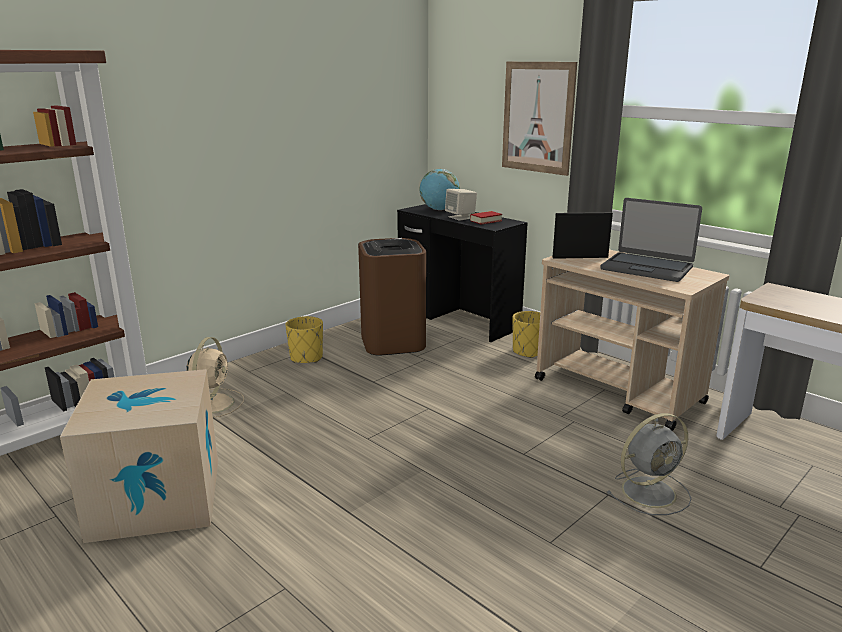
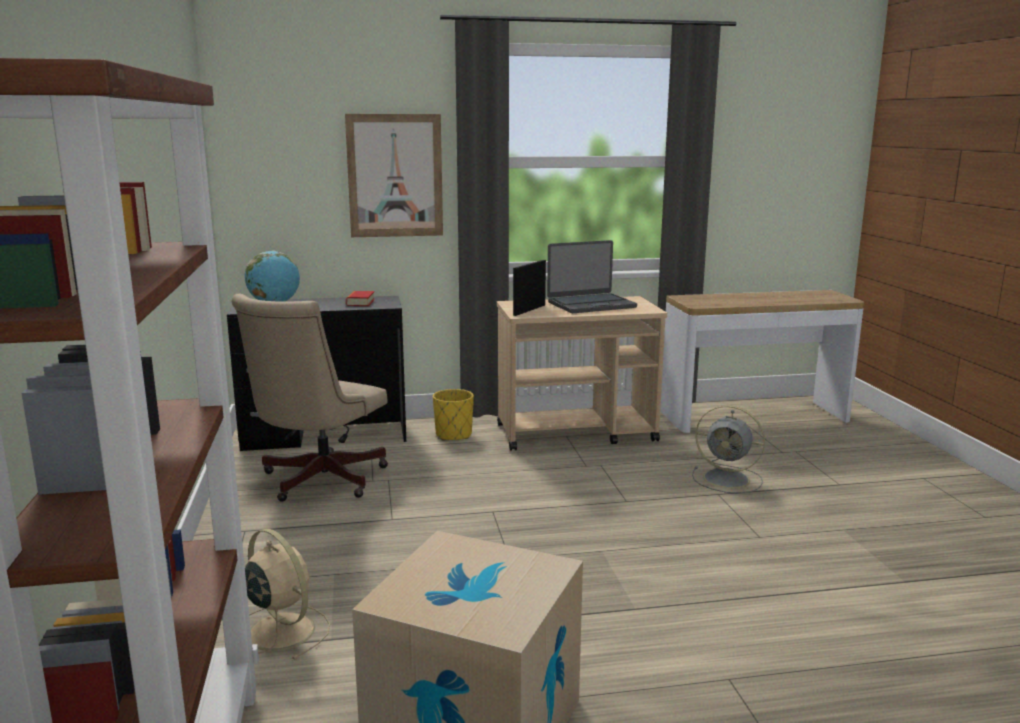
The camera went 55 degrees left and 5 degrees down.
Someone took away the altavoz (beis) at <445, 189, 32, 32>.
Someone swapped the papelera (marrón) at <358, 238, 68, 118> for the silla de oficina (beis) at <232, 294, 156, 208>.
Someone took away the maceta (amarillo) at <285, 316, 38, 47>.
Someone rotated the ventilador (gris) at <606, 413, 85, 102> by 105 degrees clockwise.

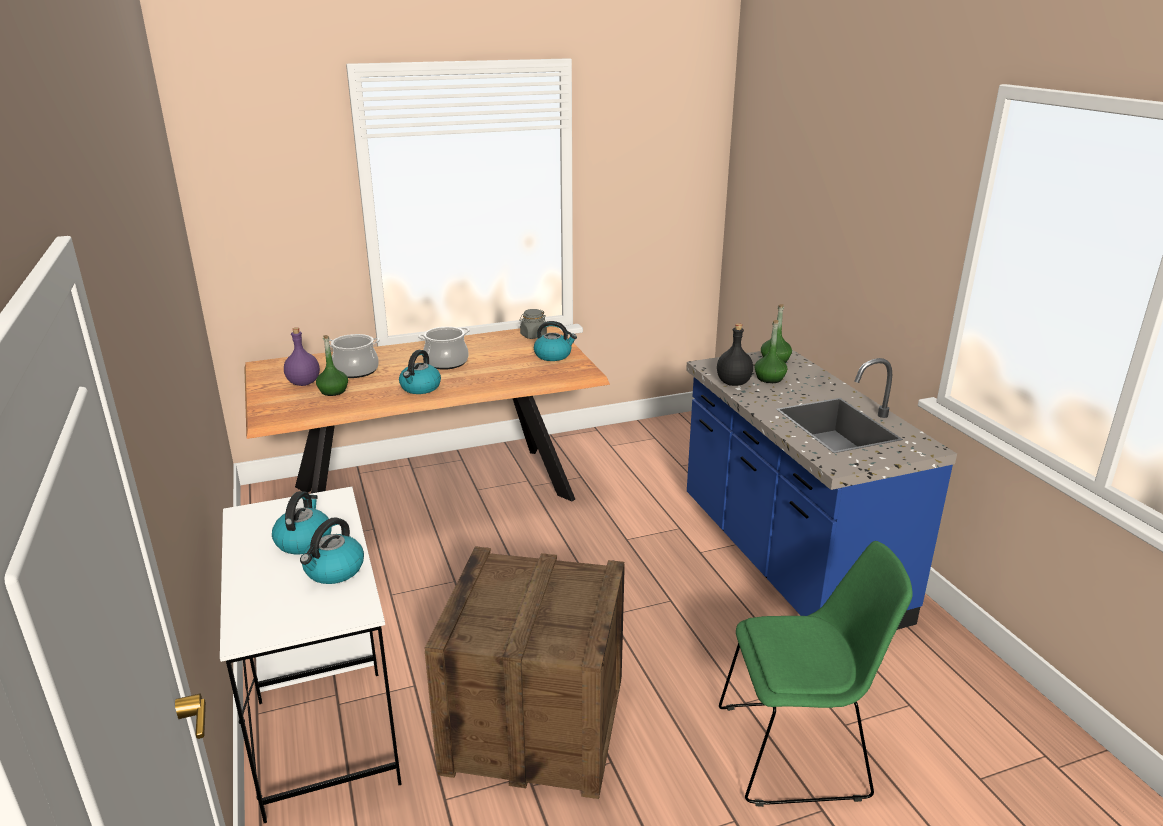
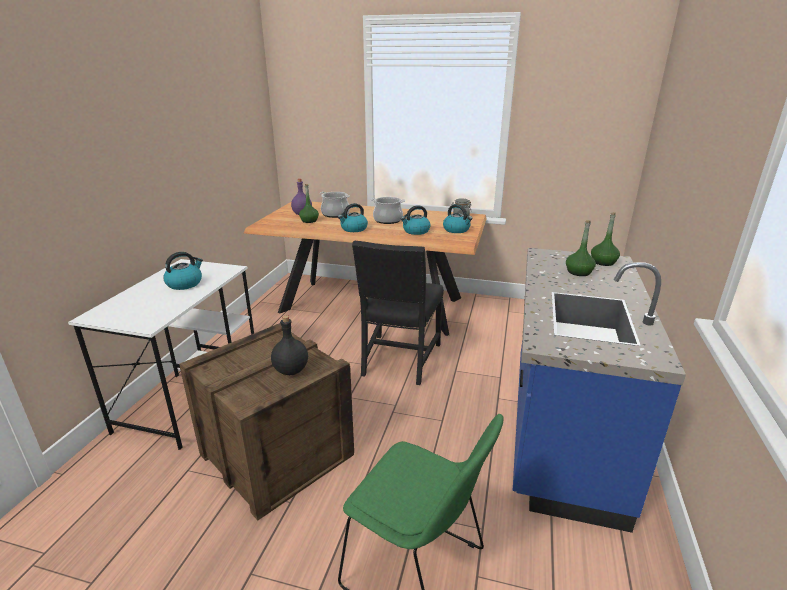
The camera went 35 degrees right and 0 degrees up.
Someone carried the botella (negro) from <717, 323, 36, 63> to <271, 315, 37, 60>.
Someone carried the hervidor from <300, 517, 64, 67> to <401, 205, 30, 30>.
Someone put down the silla (negro) at <352, 241, 92, 144>.

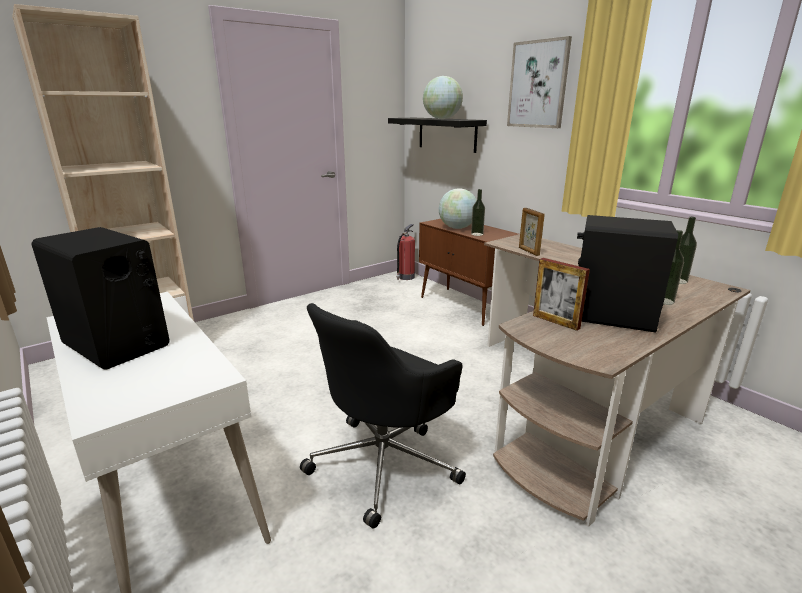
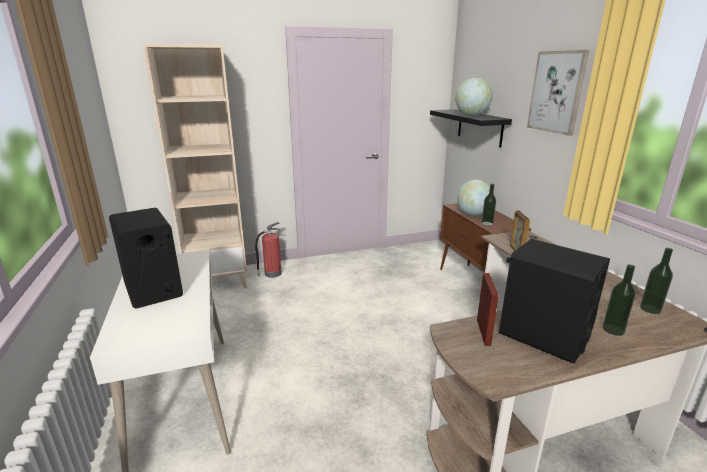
The camera went 20 degrees right and 0 degrees up.
Someone carried the extintor from <396, 224, 19, 56> to <255, 222, 27, 56>.
Someone rotated the portarretratos at <533, 258, 57, 73> by 150 degrees counterclockwise.
Someone took away the silla de oficina (negro) at <300, 303, 166, 226>.

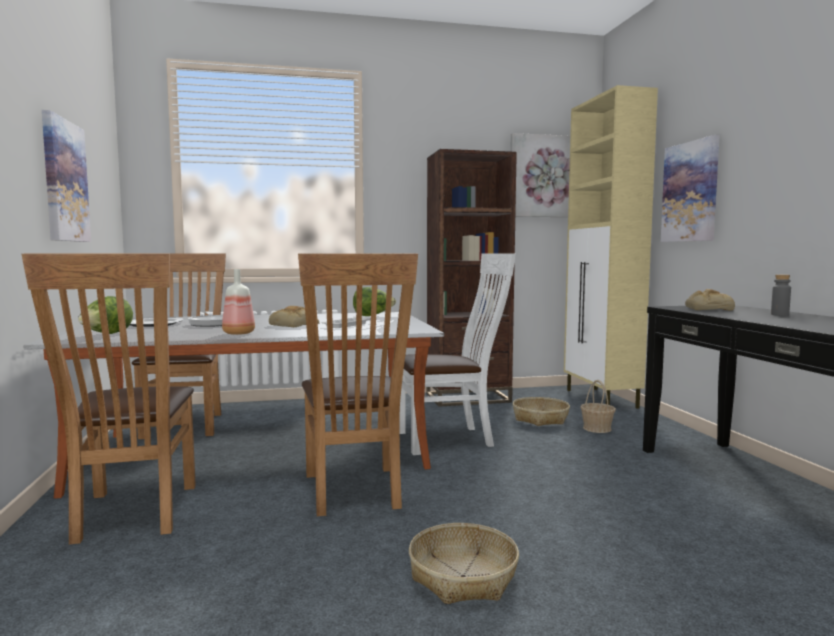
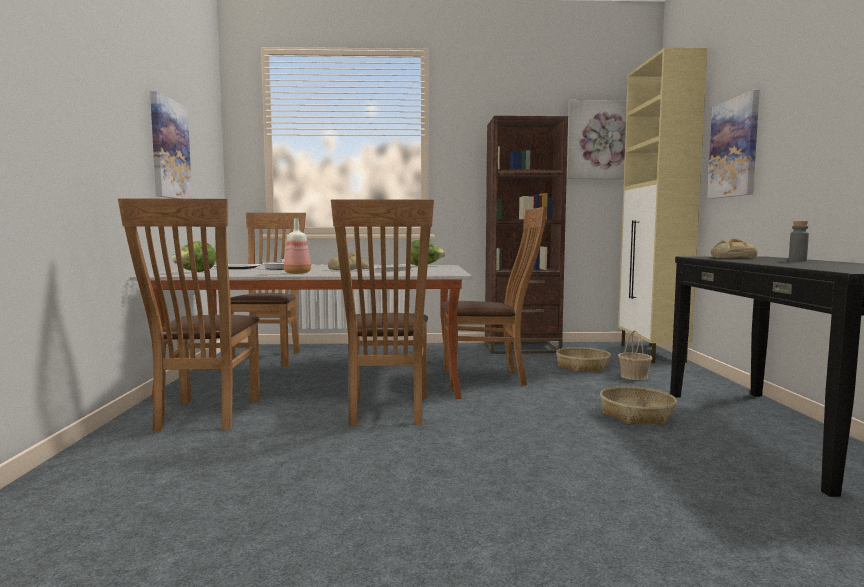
The camera went 10 degrees right and 0 degrees up.
Someone repainted the silla (blanco) at <400, 253, 116, 202>, which became the silla (marrón) at <441, 207, 106, 181>.
Someone carried the cesta from <409, 523, 110, 81> to <600, 386, 77, 39>.

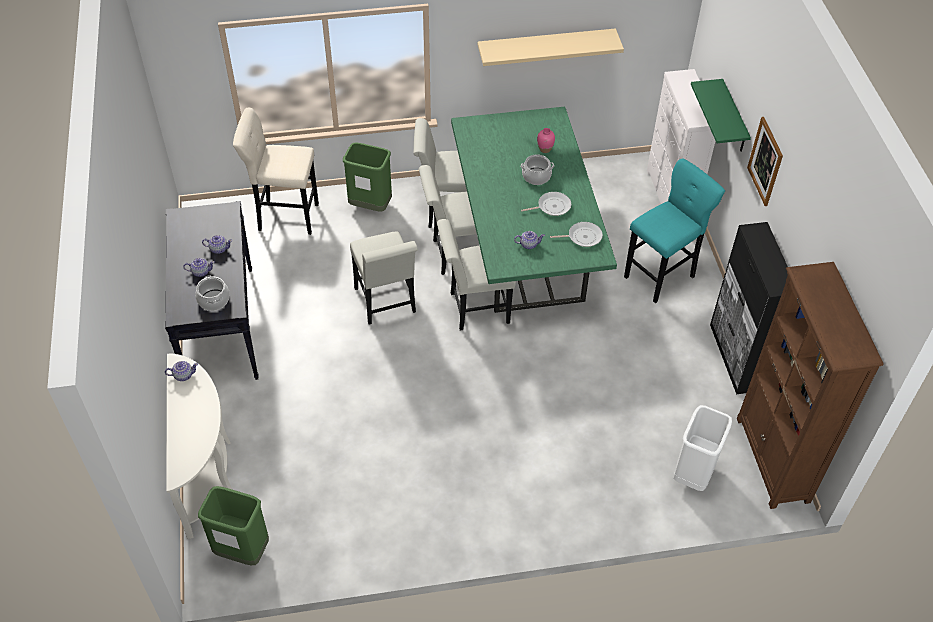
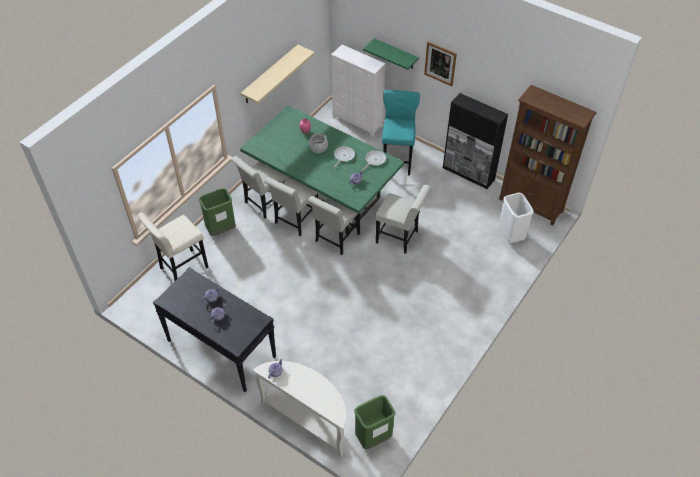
The camera went 45 degrees left and 0 degrees up.
Someone carried the silla (blanco) from <350, 232, 68, 92> to <375, 185, 56, 69>.
Someone took away the olla at <195, 275, 35, 36>.

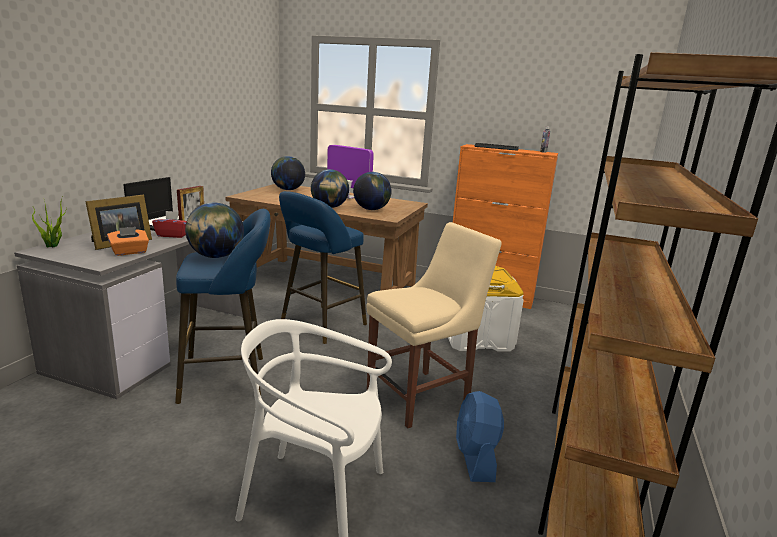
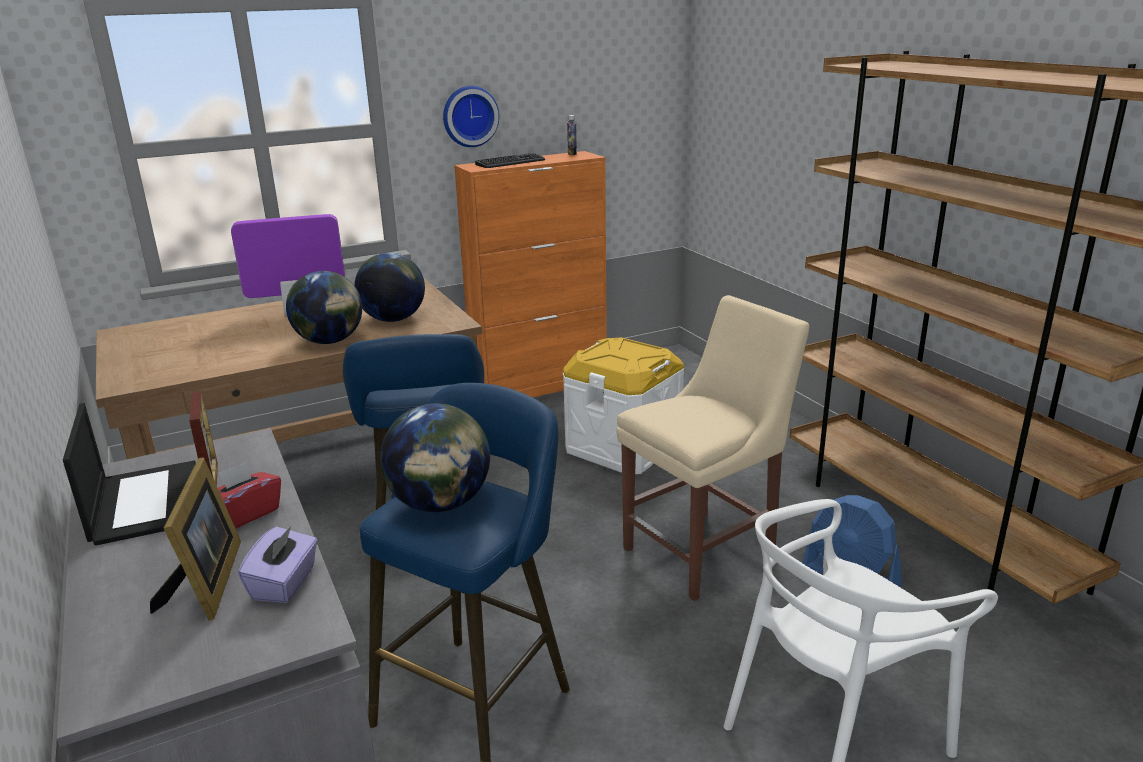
The camera went 45 degrees left and 5 degrees up.
Someone took away the globo terráqueo at <271, 156, 34, 34>.
Someone took away the planta en maceta at <32, 197, 35, 51>.
Someone rotated the silla (beis) at <367, 222, 135, 206> by 45 degrees clockwise.
Someone repainted the caja de pañuelos (naranja) at <107, 227, 42, 29>, which became the caja de pañuelos (morado) at <238, 525, 80, 78>.
Someone put up the reloj de pared at <443, 86, 56, 61>.

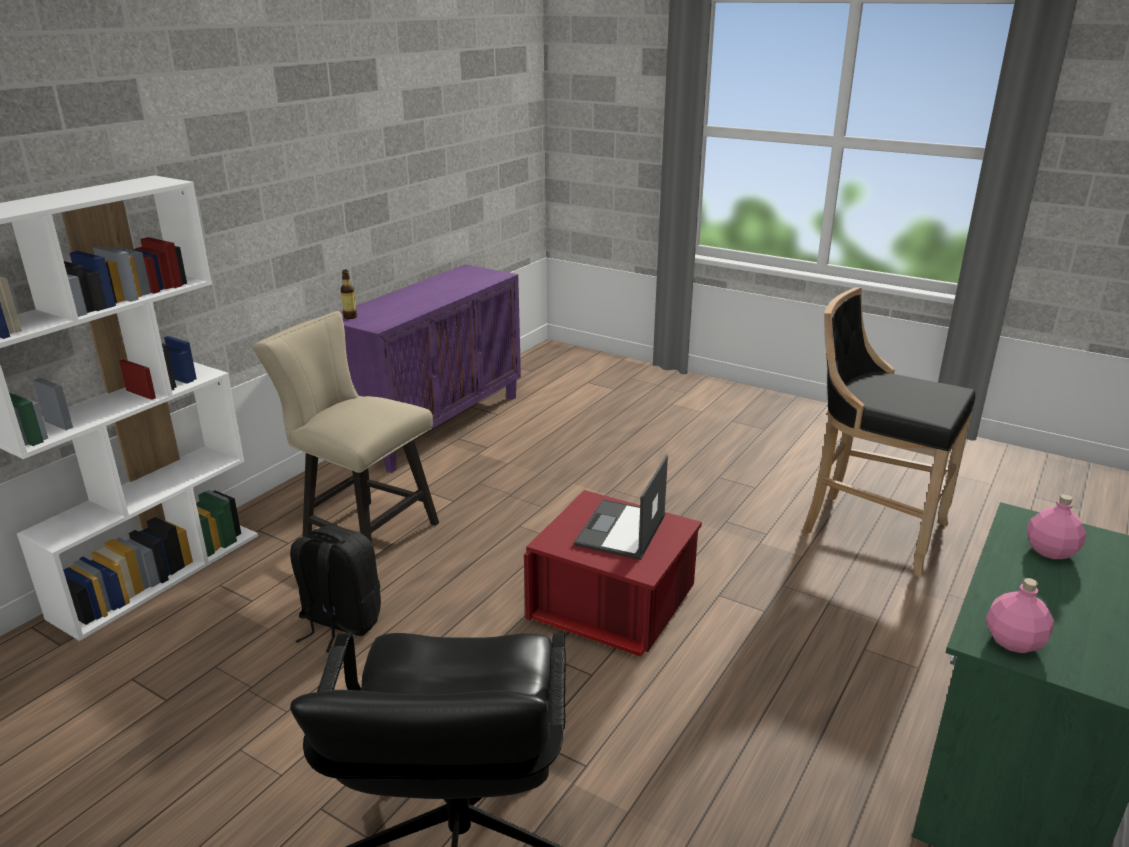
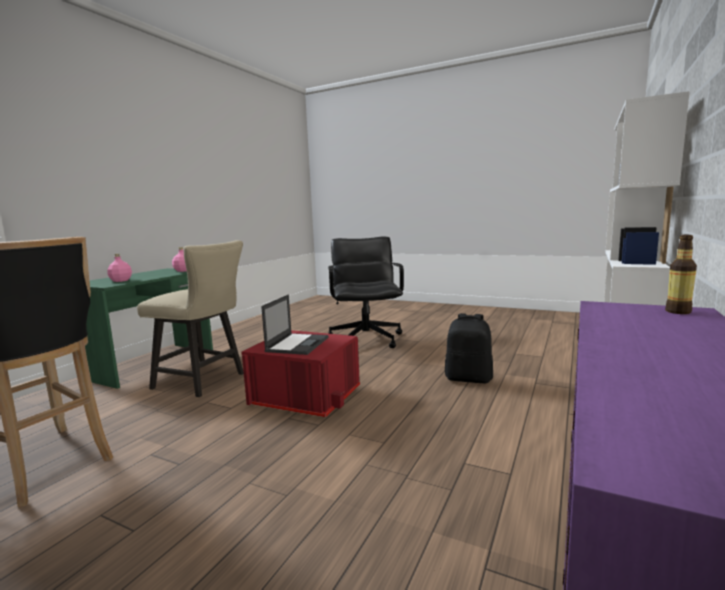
The camera went 175 degrees right and 15 degrees down.
Someone carried the silla (beis) from <253, 311, 186, 232> to <137, 240, 107, 157>.

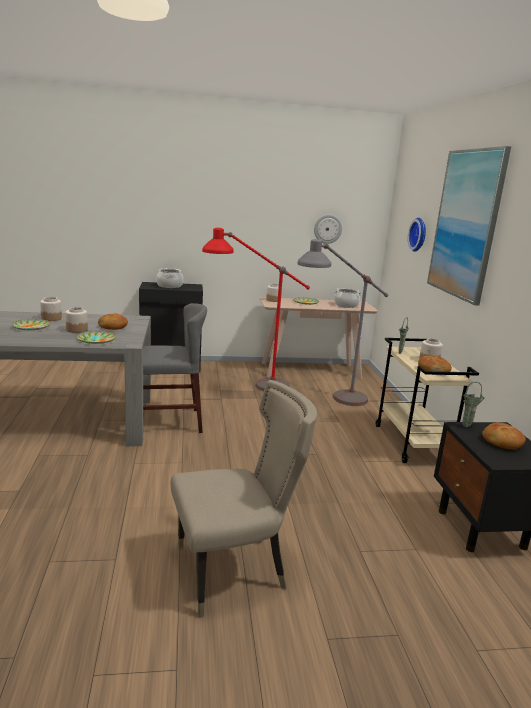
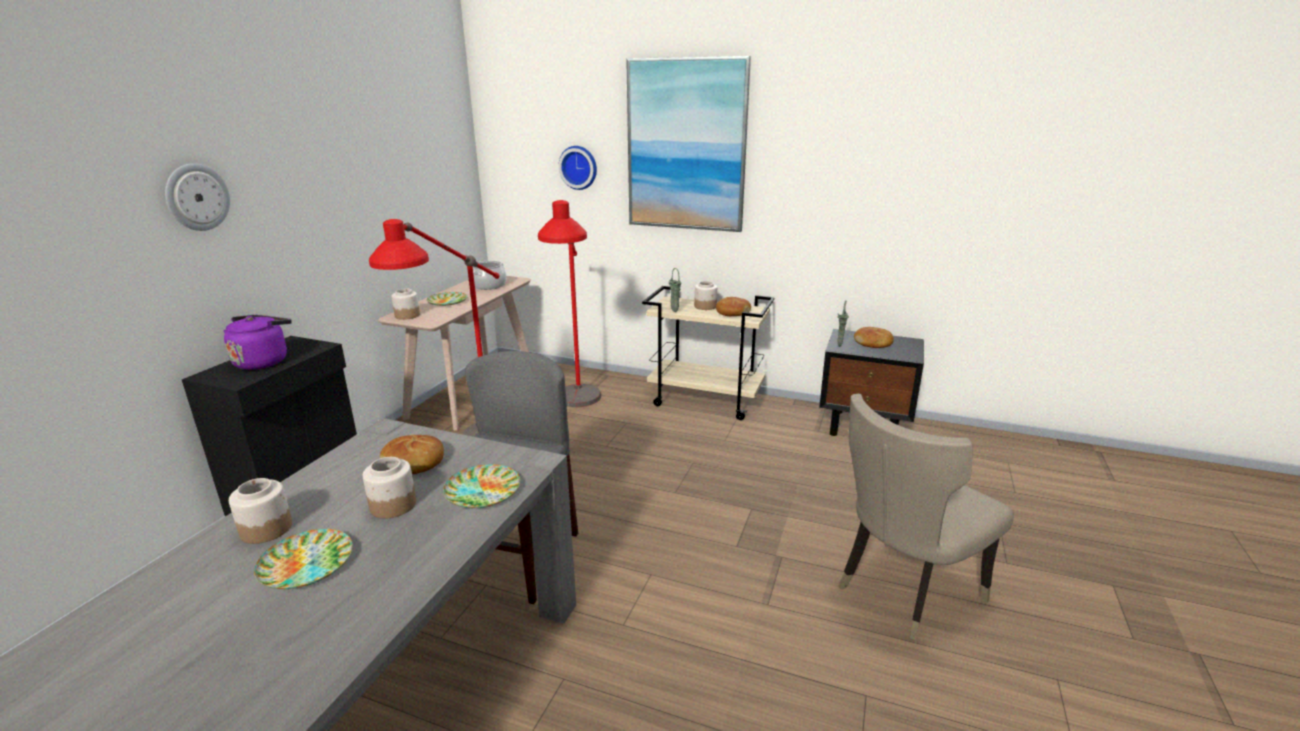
The camera went 60 degrees left and 5 degrees up.
Someone carried the reloj de pared from <314, 214, 28, 30> to <165, 163, 65, 68>.
Someone repainted the lámpara de pie (gris) at <298, 239, 91, 167>, which became the lámpara de pie (rojo) at <538, 200, 63, 207>.
Someone swapped the olla at <156, 268, 27, 20> for the hervidor (morado) at <223, 315, 69, 55>.
Someone rotated the silla (beis) at <171, 380, 146, 238> by 135 degrees counterclockwise.

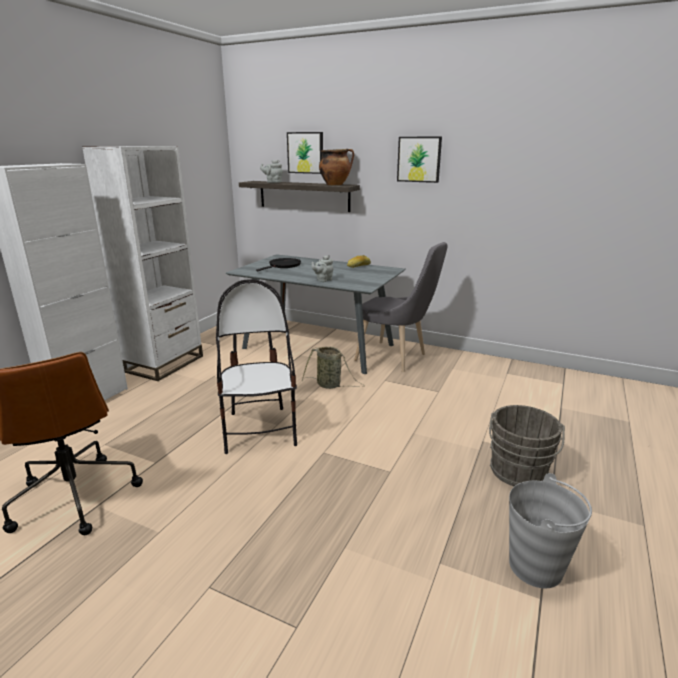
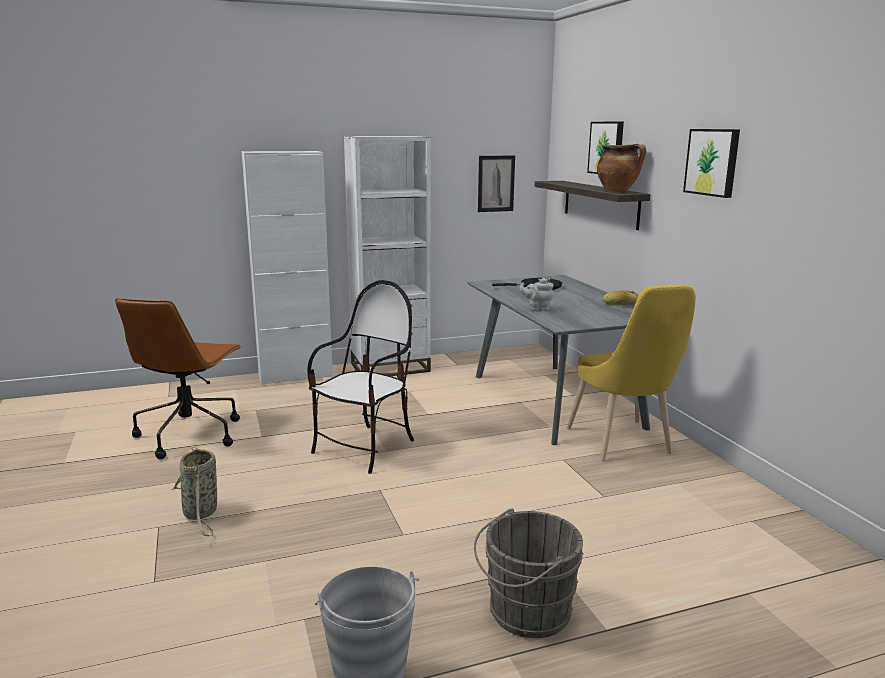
The camera went 45 degrees right and 5 degrees down.
Someone took away the tetera (gris) at <260, 160, 23, 23>.
Someone repainted the silla (gris) at <354, 242, 93, 130>, which became the silla (amarillo) at <567, 285, 129, 176>.
Someone carried the cesta from <302, 347, 63, 42> to <172, 447, 45, 89>.
Someone put up the cuadro at <478, 156, 37, 56>.

